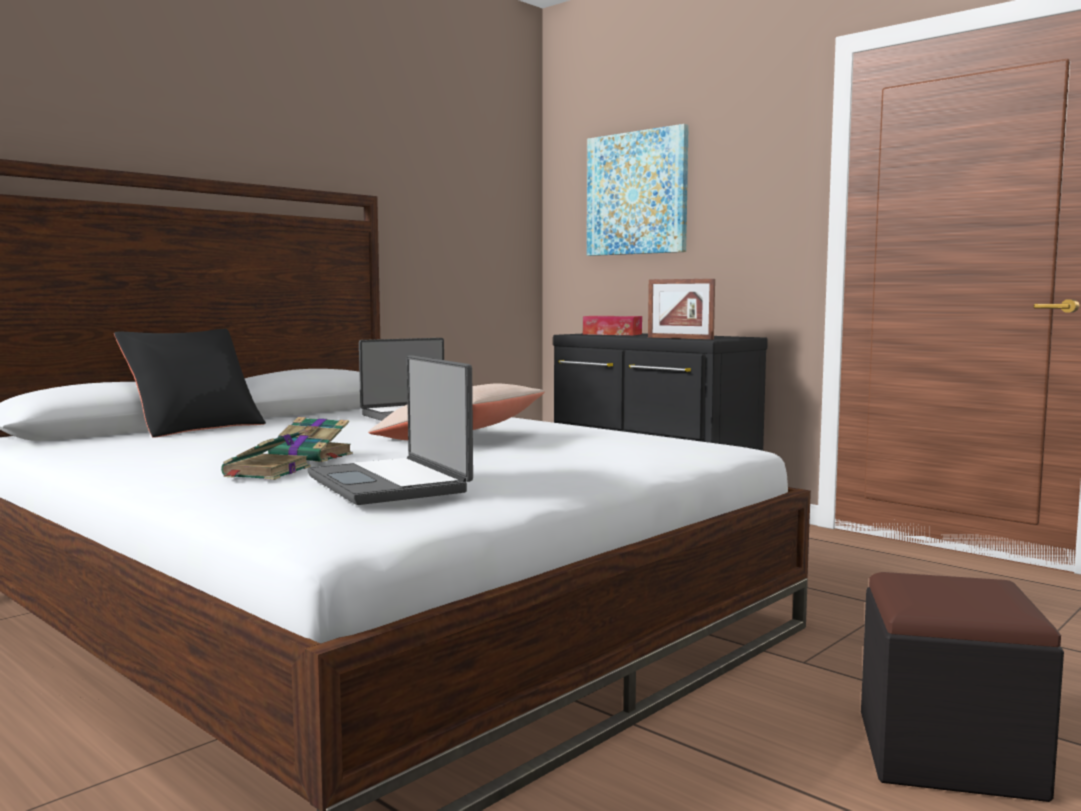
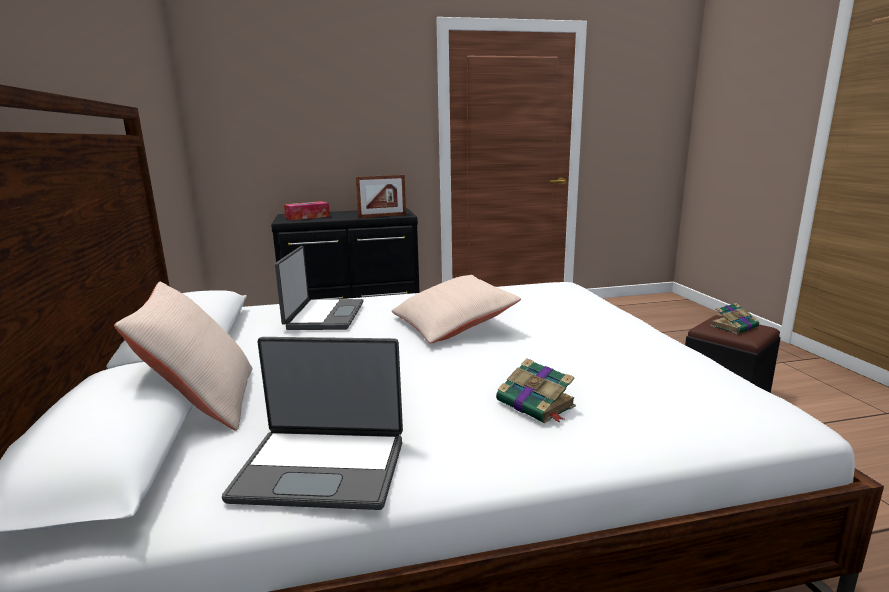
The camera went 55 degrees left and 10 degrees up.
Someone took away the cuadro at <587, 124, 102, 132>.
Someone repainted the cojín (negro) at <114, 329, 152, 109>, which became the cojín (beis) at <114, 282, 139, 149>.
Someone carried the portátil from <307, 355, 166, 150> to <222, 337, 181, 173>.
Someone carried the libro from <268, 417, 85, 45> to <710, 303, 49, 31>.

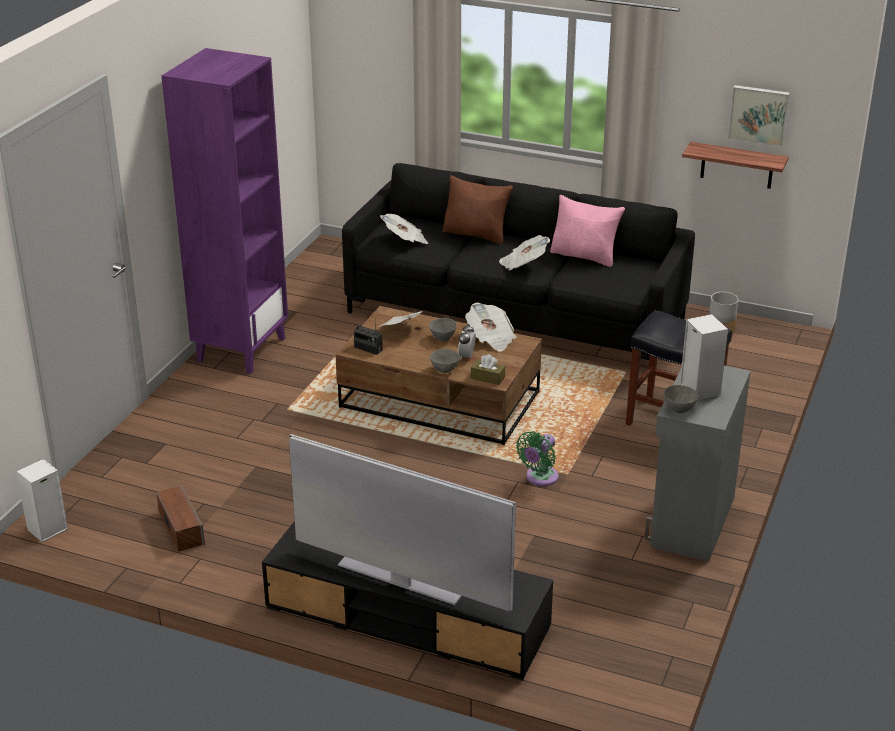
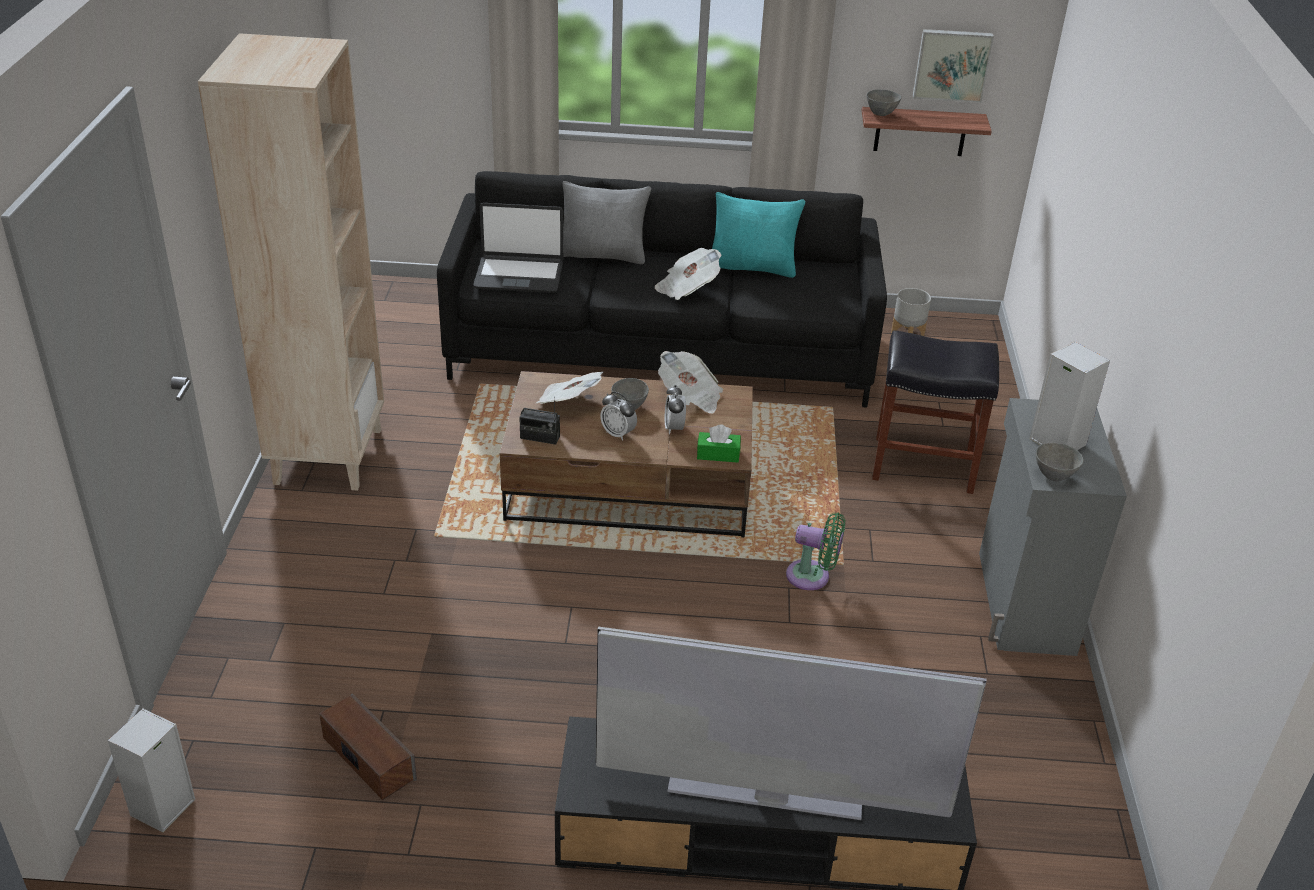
The camera went 20 degrees left and 5 degrees up.
Someone repainted the estantería (morado) at <162, 48, 126, 326>, which became the estantería (beis) at <198, 33, 186, 458>.
Someone repainted the cojín (marrón) at <443, 175, 70, 69>, which became the cojín (gris) at <562, 181, 89, 83>.
Someone repainted the cojín (rosa) at <550, 195, 75, 72>, which became the cojín (turquesa) at <712, 192, 93, 86>.
Someone swapped the periódico at <380, 214, 48, 30> for the portátil at <473, 203, 90, 90>.
Someone carried the cuenco (gris) from <430, 349, 30, 24> to <867, 89, 34, 27>.
Someone repainted the caja de pañuelos (marrón) at <471, 355, 34, 30>, which became the caja de pañuelos (verde) at <697, 425, 44, 38>.
Someone rotated the ventilador (verde) at <516, 431, 43, 55> by 90 degrees counterclockwise.
Someone put down the despertador at <600, 392, 37, 49>.

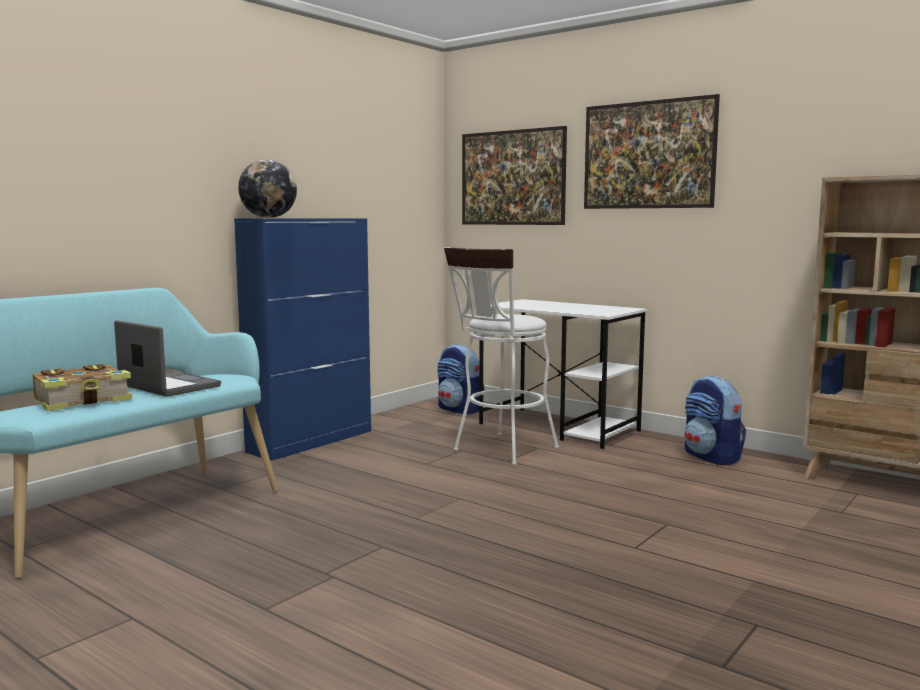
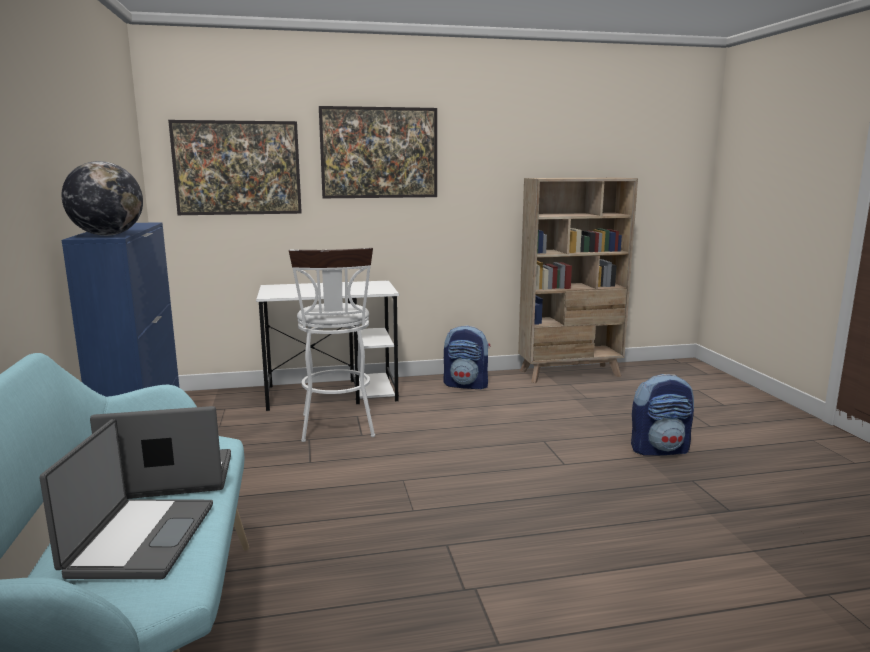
The camera went 50 degrees left and 5 degrees up.
Someone carried the mochila from <437, 344, 48, 70> to <631, 374, 63, 82>.
Someone swapped the libro at <33, 364, 99, 47> for the portátil at <40, 419, 173, 160>.

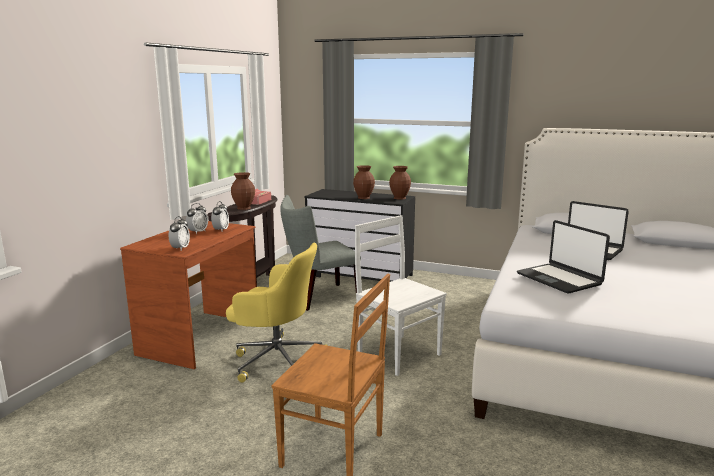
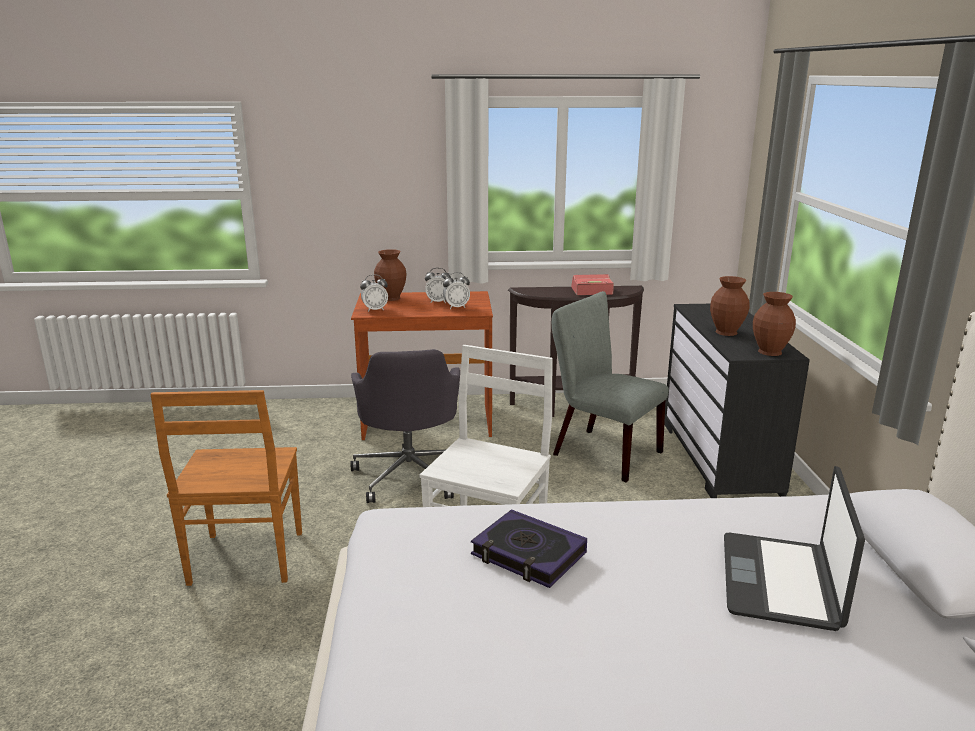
The camera went 65 degrees right and 5 degrees up.
Someone carried the florero (marrón) from <231, 172, 24, 38> to <374, 249, 32, 52>.
Someone swapped the portátil at <517, 220, 93, 73> for the libro at <471, 509, 116, 79>.
Someone repainted the silla de oficina (amarillo) at <226, 243, 102, 140>, which became the silla de oficina (gris) at <350, 349, 110, 154>.

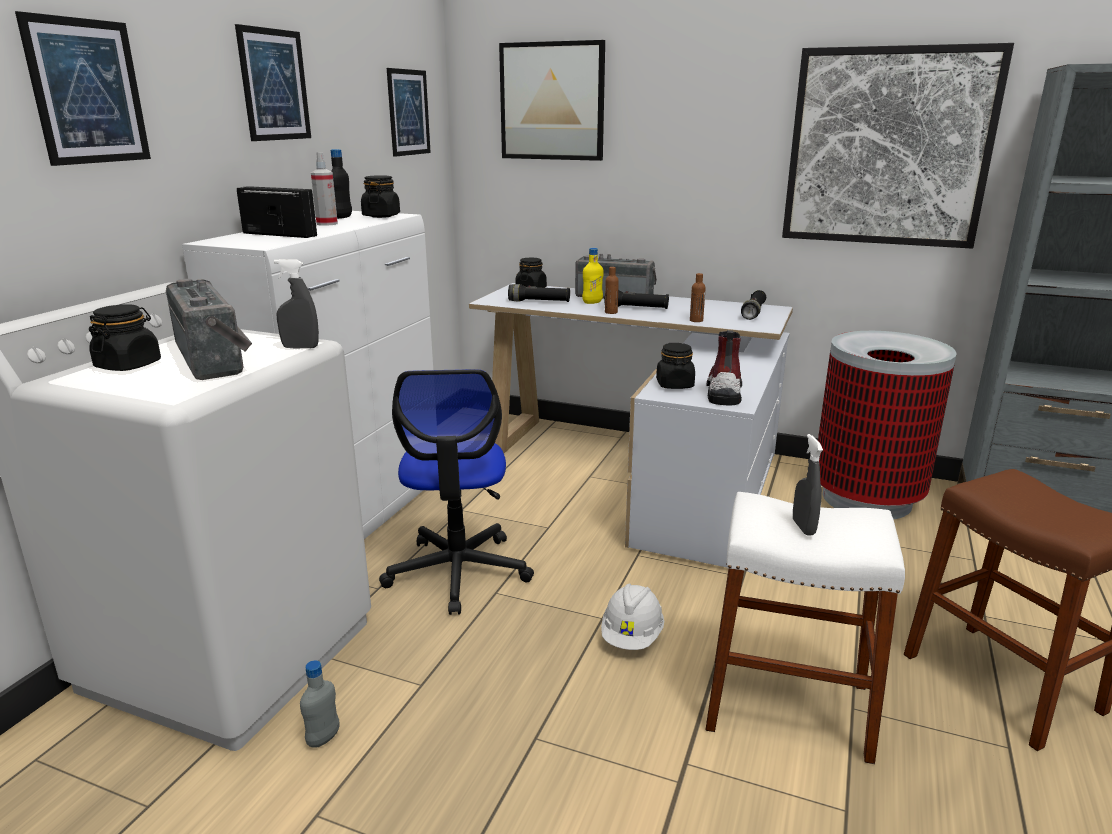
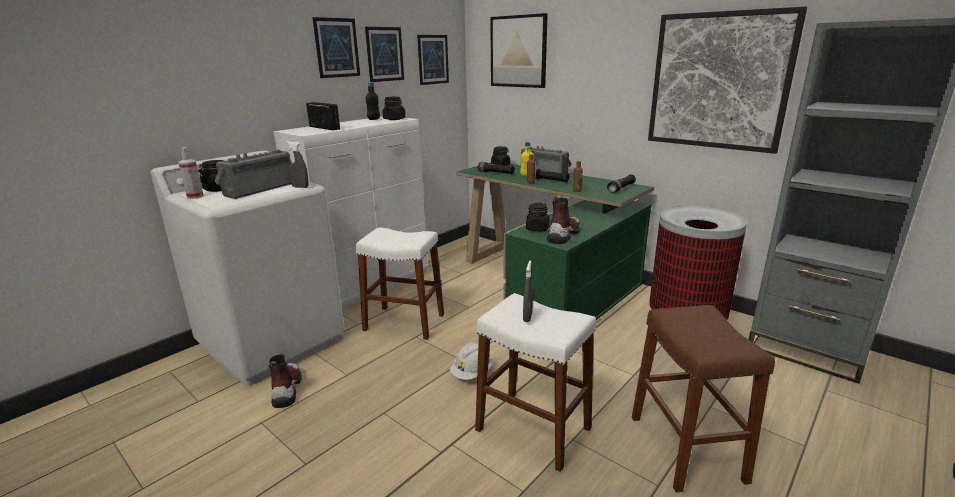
The camera went 20 degrees right and 0 degrees up.
Someone carried the cuadro from <15, 11, 136, 155> to <365, 27, 39, 55>.
Someone carried the pulverizador from <311, 152, 27, 74> to <178, 147, 26, 52>.
Someone rotated the radio at <166, 279, 86, 101> by 135 degrees counterclockwise.
Someone repainted the escritorio (blanco) at <469, 283, 324, 284>, which became the escritorio (verde) at <456, 162, 198, 158>.
Someone swapped the silla de oficina at <379, 369, 155, 246> for the taburete (blanco) at <356, 227, 88, 113>.
Someone swapped the botella (gris) at <300, 660, 39, 88> for the bota at <268, 354, 34, 54>.

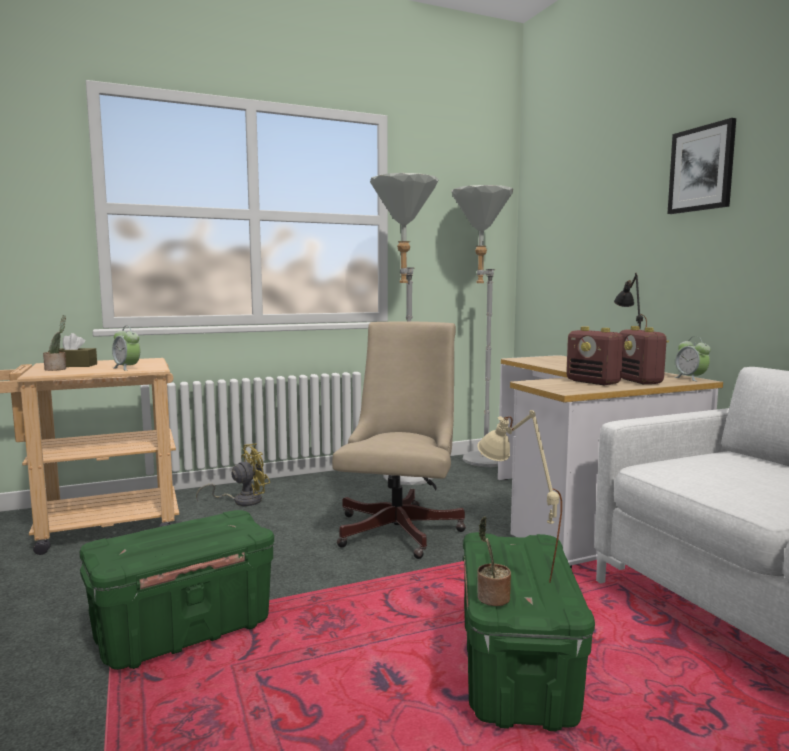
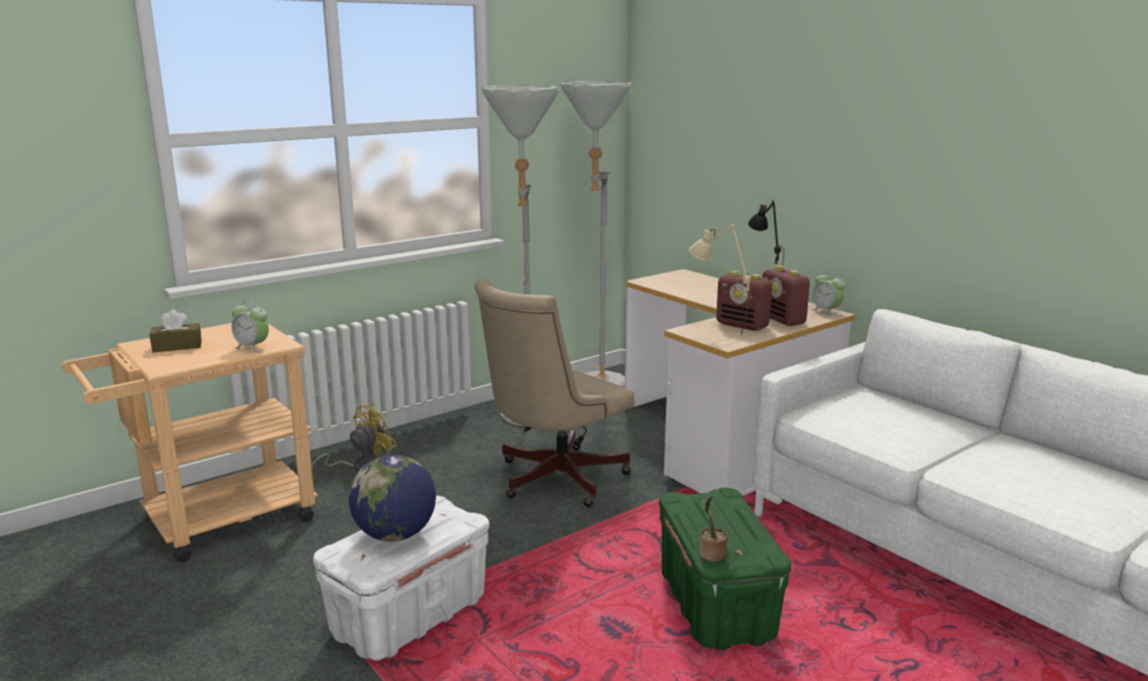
The camera went 15 degrees left and 10 degrees up.
Someone took away the cuadro at <667, 118, 69, 96>.
Someone took away the planta en maceta at <43, 315, 23, 56>.
Someone rotated the silla de oficina (beis) at <332, 322, 134, 237> by 135 degrees counterclockwise.
Someone carried the lámpara de mesa (beis) from <477, 410, 85, 173> to <689, 224, 62, 111>.
Someone repainted the caja de almacenaje (verde) at <80, 510, 194, 160>, which became the caja de almacenaje (blanco) at <313, 496, 176, 165>.
Someone put down the globo terráqueo at <349, 454, 87, 88>.

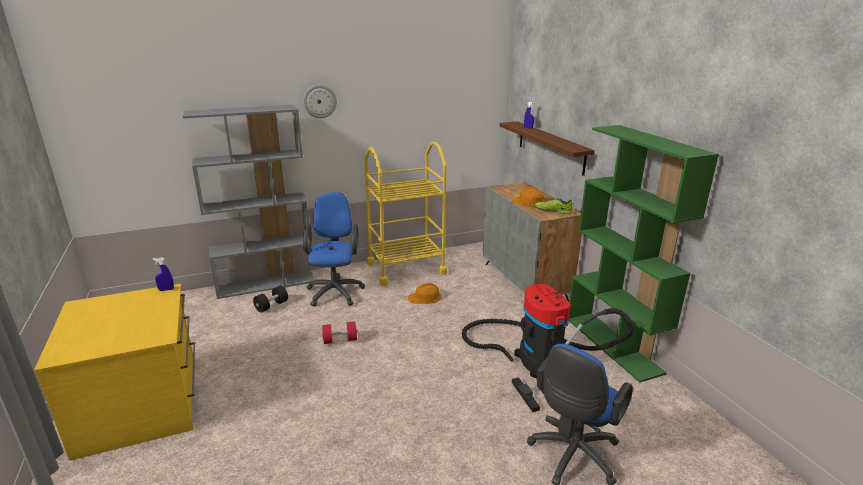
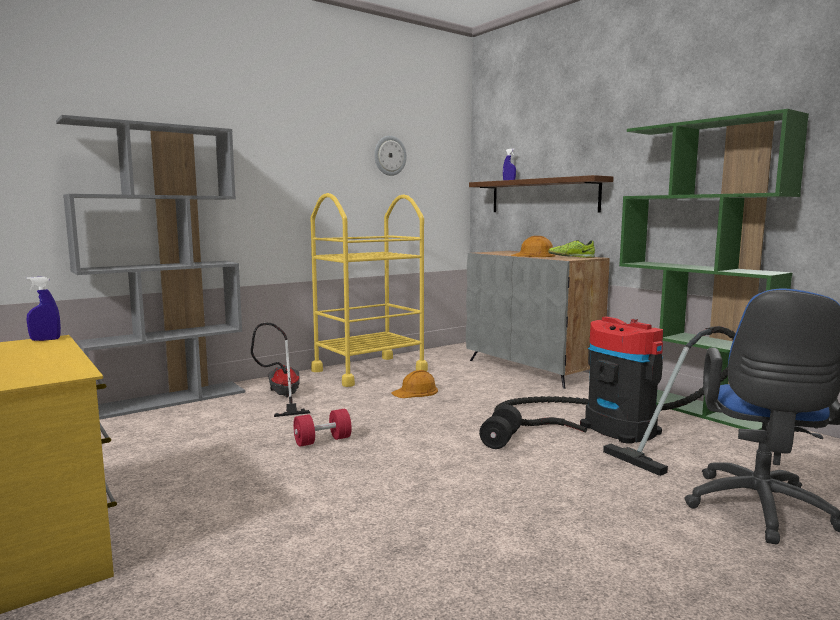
The camera went 15 degrees left and 15 degrees down.
Someone carried the reloj de pared from <303, 84, 34, 34> to <374, 136, 33, 40>.
Someone swapped the silla de oficina (azul) at <303, 192, 62, 115> for the aspiradora at <251, 323, 59, 94>.
Someone carried the mancuerna (negro) from <253, 286, 35, 27> to <479, 405, 43, 44>.

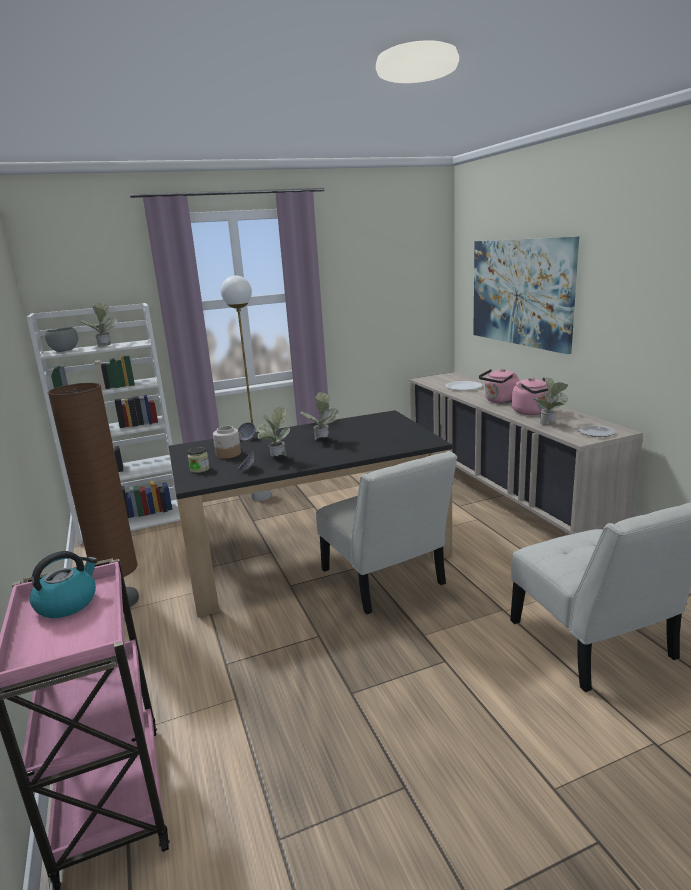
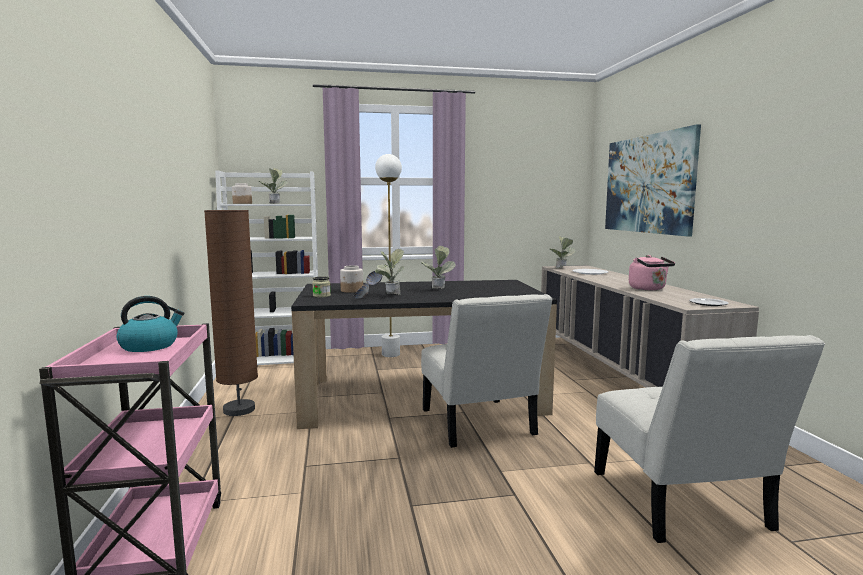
The camera went 10 degrees right and 10 degrees down.
Someone swapped the cuenco (gris) at <45, 327, 33, 25> for the tarro at <232, 183, 20, 21>.
Someone took away the hervidor (rosa) at <479, 369, 40, 34>.
Someone carried the planta en maceta from <533, 377, 35, 48> to <550, 236, 25, 32>.

